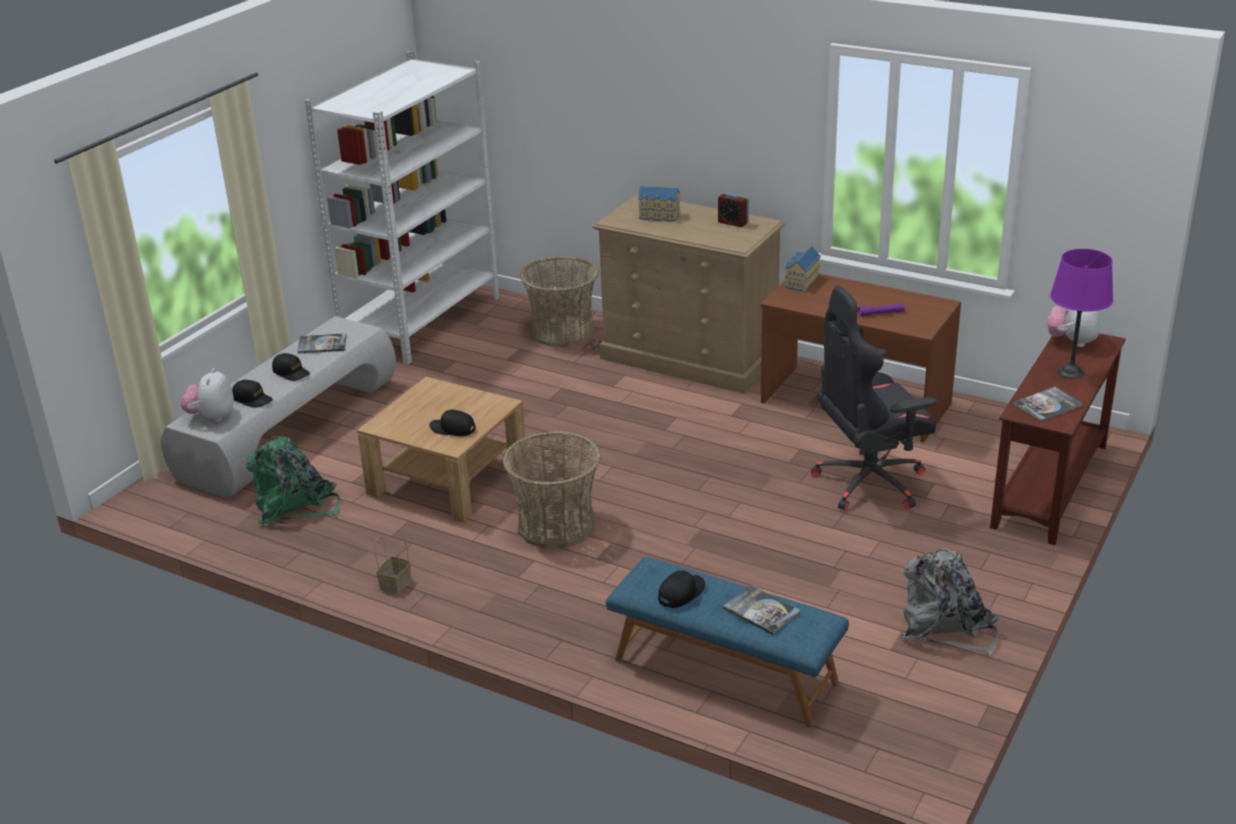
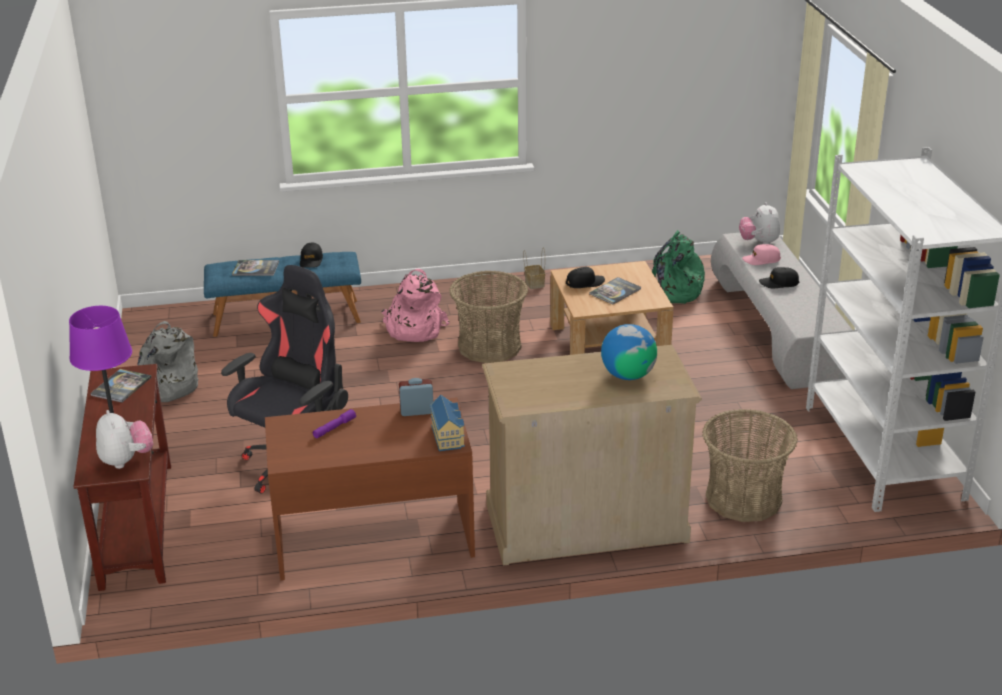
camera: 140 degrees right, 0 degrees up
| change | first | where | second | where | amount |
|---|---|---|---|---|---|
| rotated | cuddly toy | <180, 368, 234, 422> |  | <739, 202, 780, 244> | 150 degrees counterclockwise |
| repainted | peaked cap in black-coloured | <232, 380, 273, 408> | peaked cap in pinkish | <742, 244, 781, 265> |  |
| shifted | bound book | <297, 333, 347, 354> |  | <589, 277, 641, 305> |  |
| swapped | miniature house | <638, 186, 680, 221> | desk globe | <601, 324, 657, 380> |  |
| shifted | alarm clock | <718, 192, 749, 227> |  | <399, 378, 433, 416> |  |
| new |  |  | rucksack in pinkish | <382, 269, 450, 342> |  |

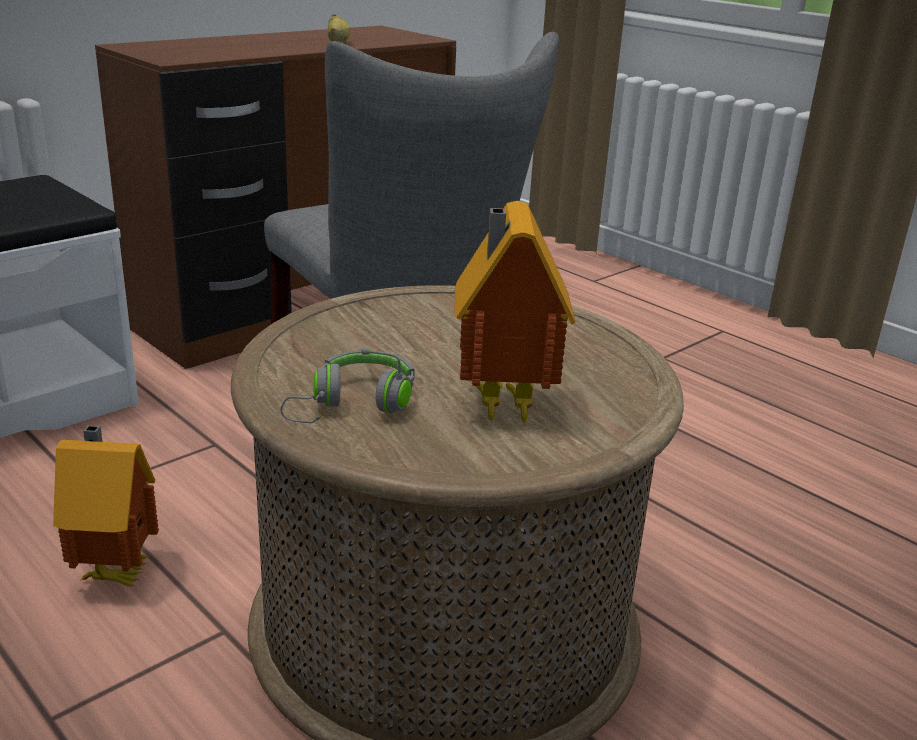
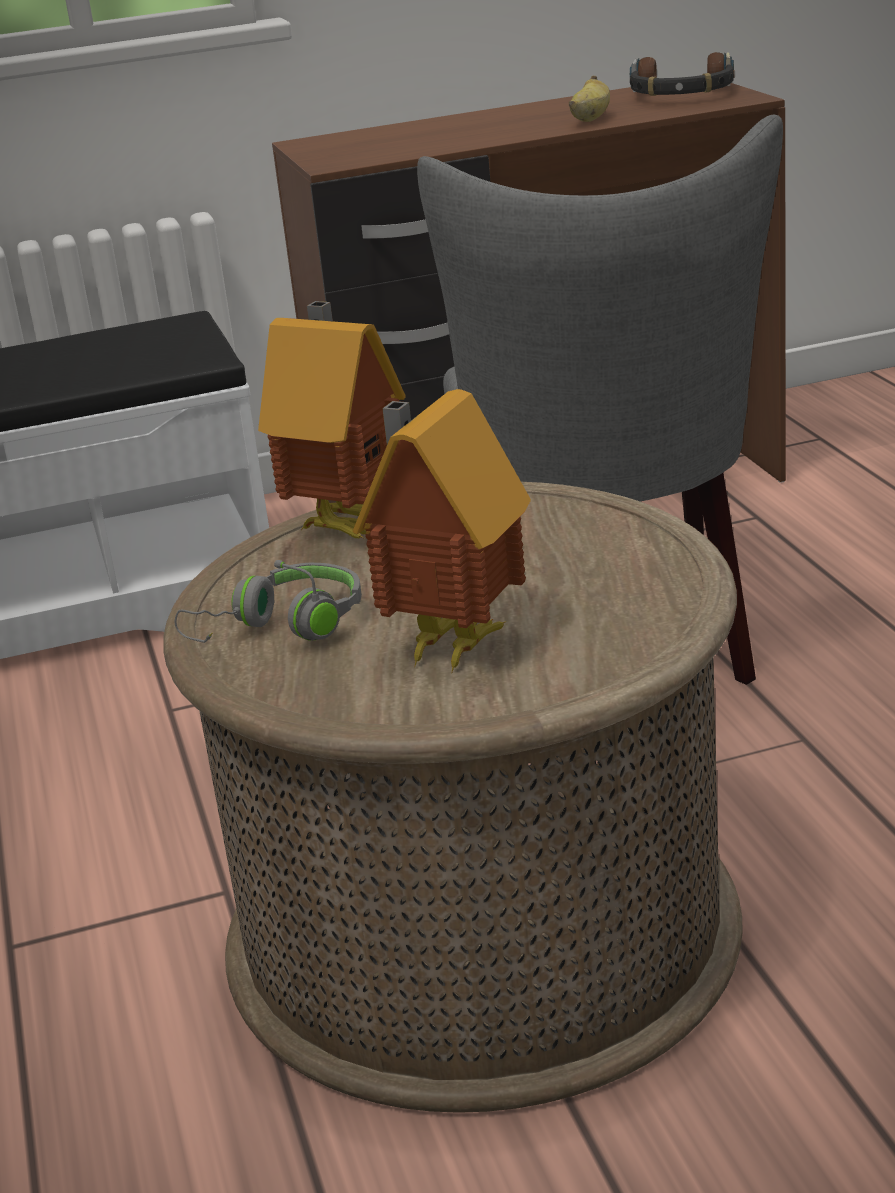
camera: 30 degrees right, 0 degrees up
| change | first | where | second | where | amount |
|---|---|---|---|---|---|
| shifted | miniature house | <53, 425, 159, 586> |  | <258, 301, 406, 539> |  |
| new |  |  | headset | <630, 52, 735, 96> |  |

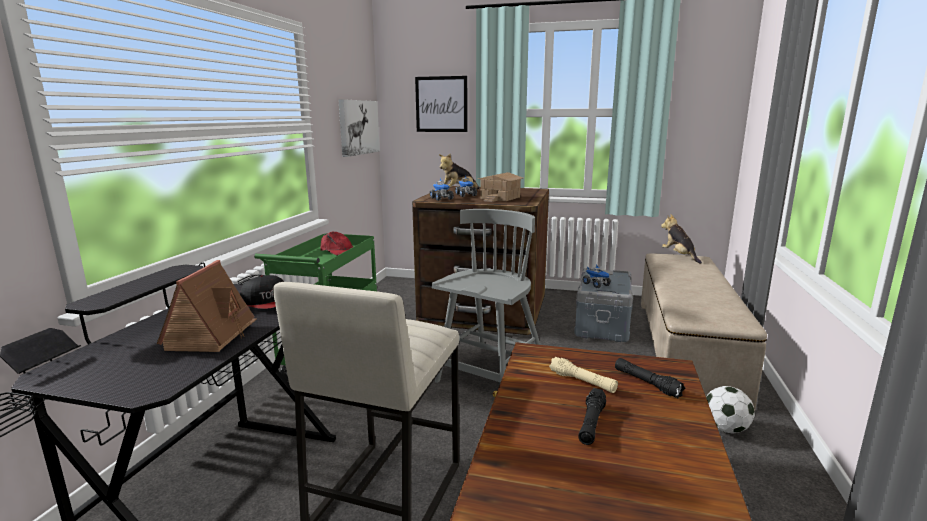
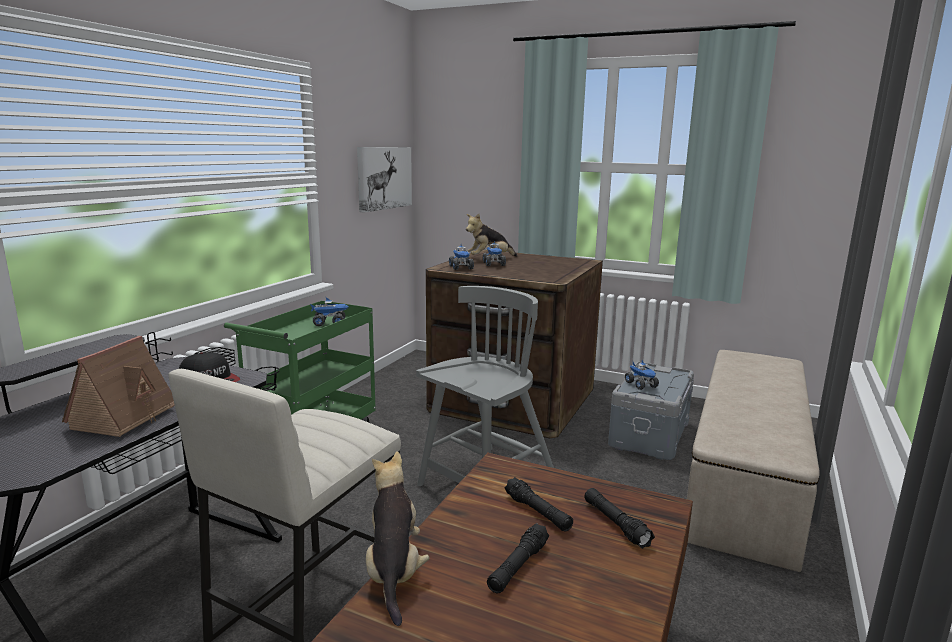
camera: 10 degrees right, 0 degrees up
| change | first | where | second | where | amount |
|---|---|---|---|---|---|
| swapped | peaked cap in reddish | <321, 231, 353, 256> | toy truck | <310, 297, 349, 326> |  |
| gone | wall art | <415, 76, 467, 132> |  |  |  |
| gone | miniature house | <478, 172, 523, 202> |  |  |  |
| repainted | torch in sand-coloured | <549, 357, 618, 393> | torch in black-coloured | <505, 477, 573, 532> |  |
| shifted | cuddly toy | <661, 214, 702, 264> |  | <366, 451, 430, 626> |  |
| gone | ball for football | <706, 386, 755, 434> |  |  |  |

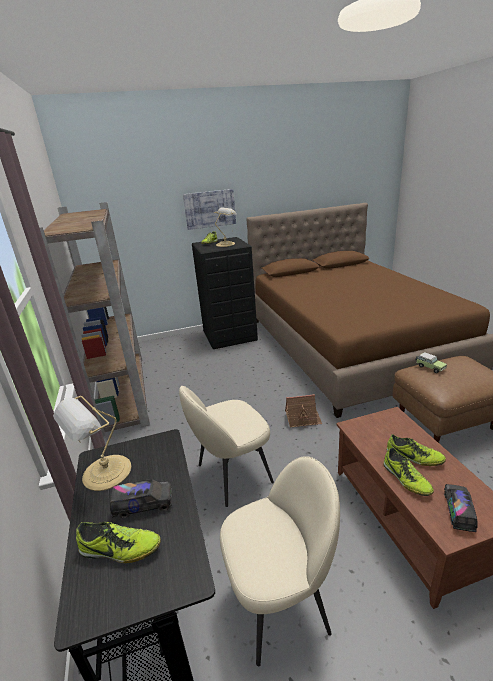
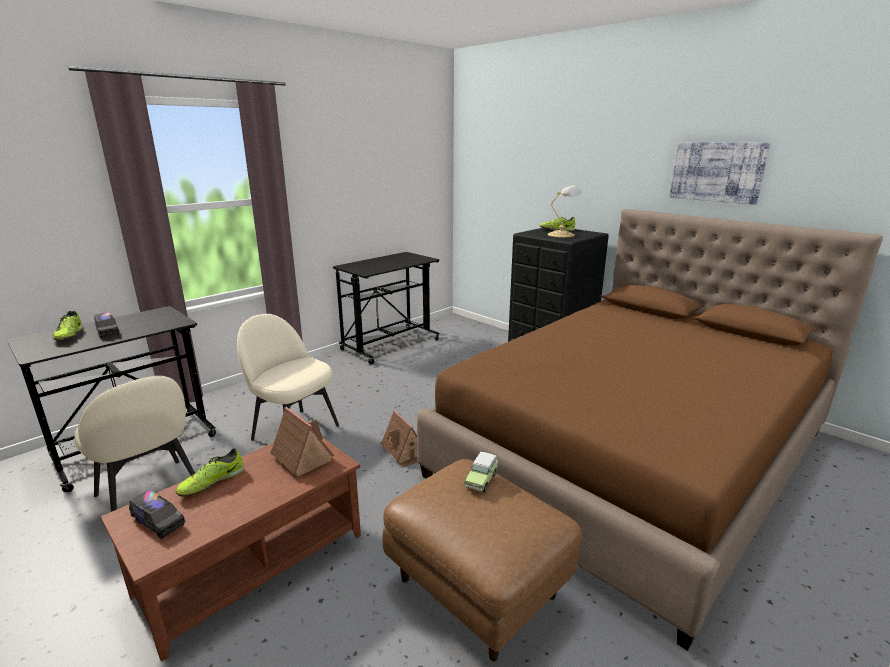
camera: 60 degrees right, 5 degrees down
| change | first | where | second | where | amount |
|---|---|---|---|---|---|
| swapped | shelving unit in brown | <40, 202, 150, 436> | desk table in black-coloured | <333, 252, 439, 364> |  |
| gone | lamp for a table | <53, 396, 131, 491> |  |  |  |
| shifted | wall art | <183, 189, 236, 230> |  | <669, 142, 770, 205> |  |
| gone | low shoe | <387, 434, 446, 466> |  |  |  |
| rotated | toy truck | <444, 484, 478, 532> |  | <129, 490, 185, 539> | 45 degrees clockwise |
| new |  |  | miniature house | <270, 407, 334, 477> |  |

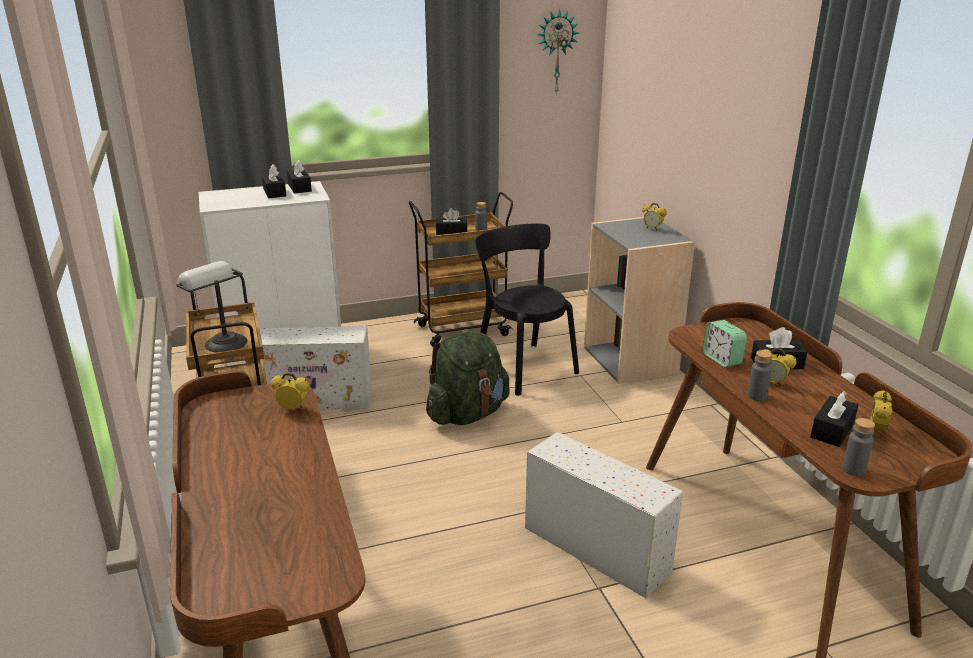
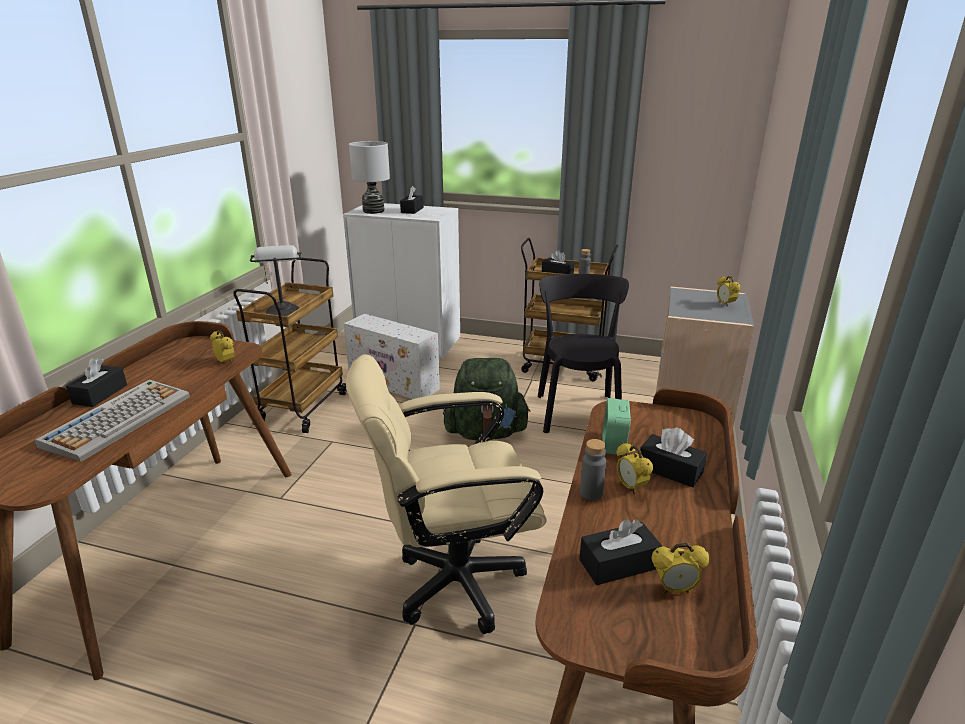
camera: 35 degrees right, 0 degrees up
| change | first | where | second | where | amount |
|---|---|---|---|---|---|
| shifted | tissue box in black-coloured | <287, 160, 312, 193> |  | <66, 358, 127, 407> |  |
| swapped | storage container in white | <525, 432, 683, 599> | computer chair in sand-coloured | <346, 354, 547, 634> |  |
| gone | wall clock | <537, 9, 579, 94> |  |  |  |
| gone | beverage bottle in greyish | <842, 418, 875, 476> |  |  |  |
| rotated | alarm clock | <870, 390, 893, 431> |  | <651, 543, 710, 594> | 150 degrees counterclockwise |
| new |  |  | computer keyboard | <34, 379, 190, 462> |  |
| new |  |  | lamp for a table in greyish | <349, 141, 390, 214> |  |

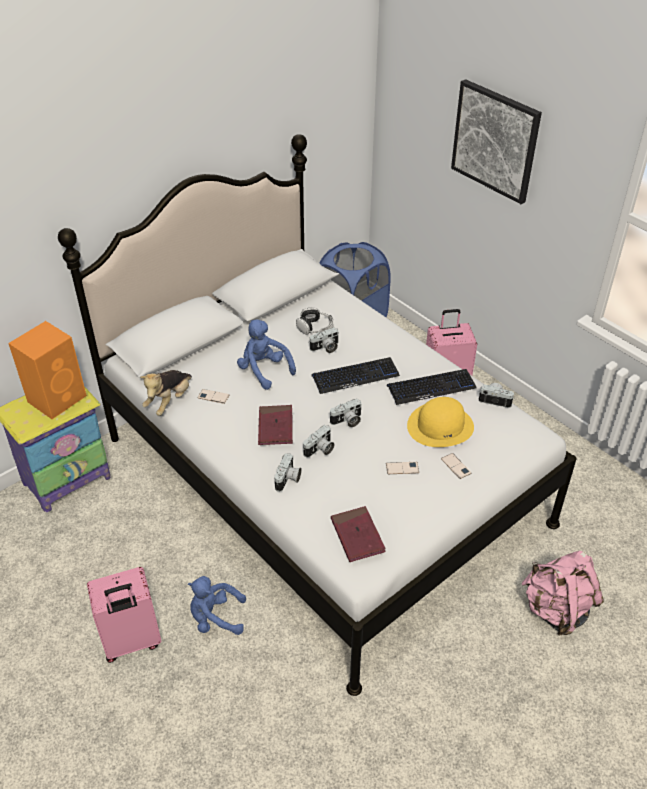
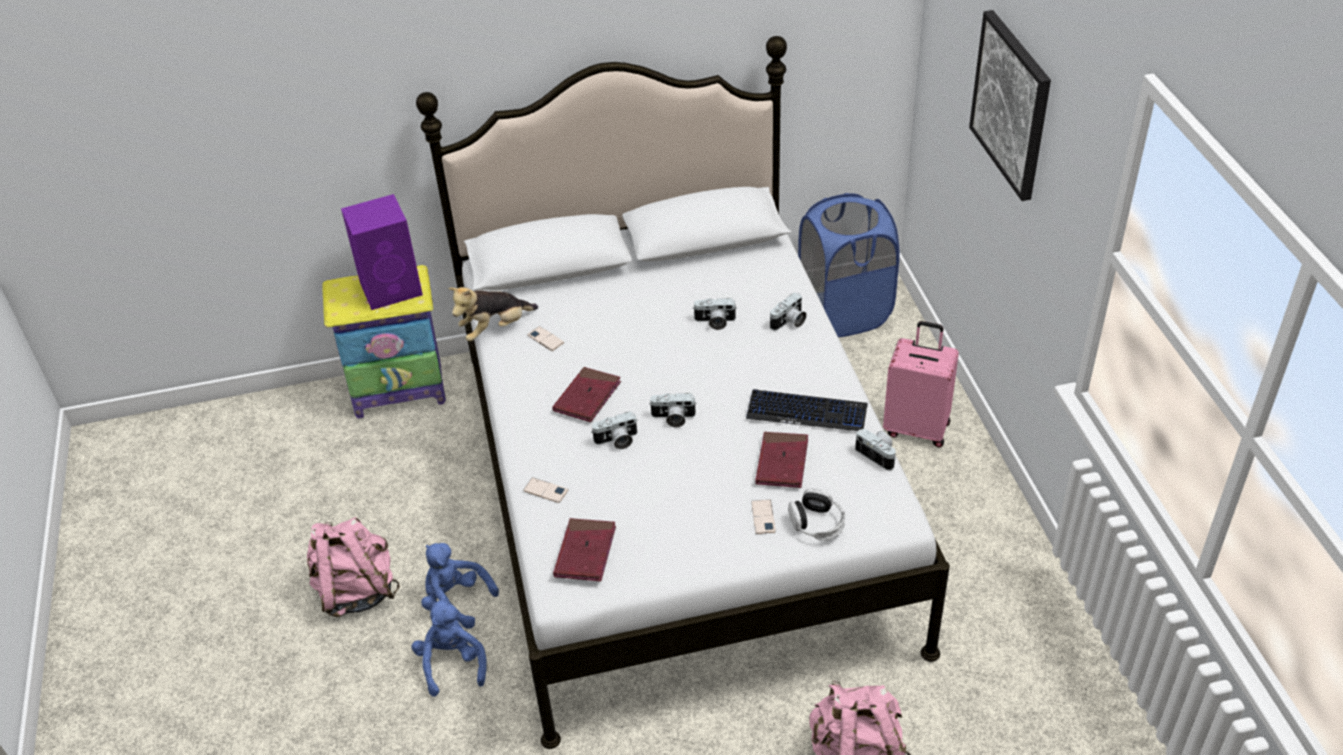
camera: 30 degrees right, 0 degrees up
| change | first | where | second | where | amount |
|---|---|---|---|---|---|
| repainted | loudspeaker in orange | <8, 321, 87, 419> | loudspeaker in purple | <341, 194, 423, 310> |  |
| swapped | travel case in pinkish | <87, 567, 161, 663> | rucksack in pinkish | <307, 517, 400, 617> |  |
| shifted | cuddly toy in bluish | <237, 320, 296, 390> |  | <412, 598, 487, 697> |  |
| shifted | photo camera | <274, 453, 302, 492> |  | <770, 292, 807, 330> |  |
| shifted | headset | <296, 307, 333, 335> |  | <788, 489, 845, 541> |  |
| gone | computer keyboard | <311, 357, 400, 394> |  |  |  |
| shifted | phone | <386, 462, 419, 474> |  | <523, 477, 568, 503> |  |
| swapped | clothing hat in yellow-coloured | <407, 397, 474, 447> | bound book in reddish | <755, 432, 808, 488> |  |

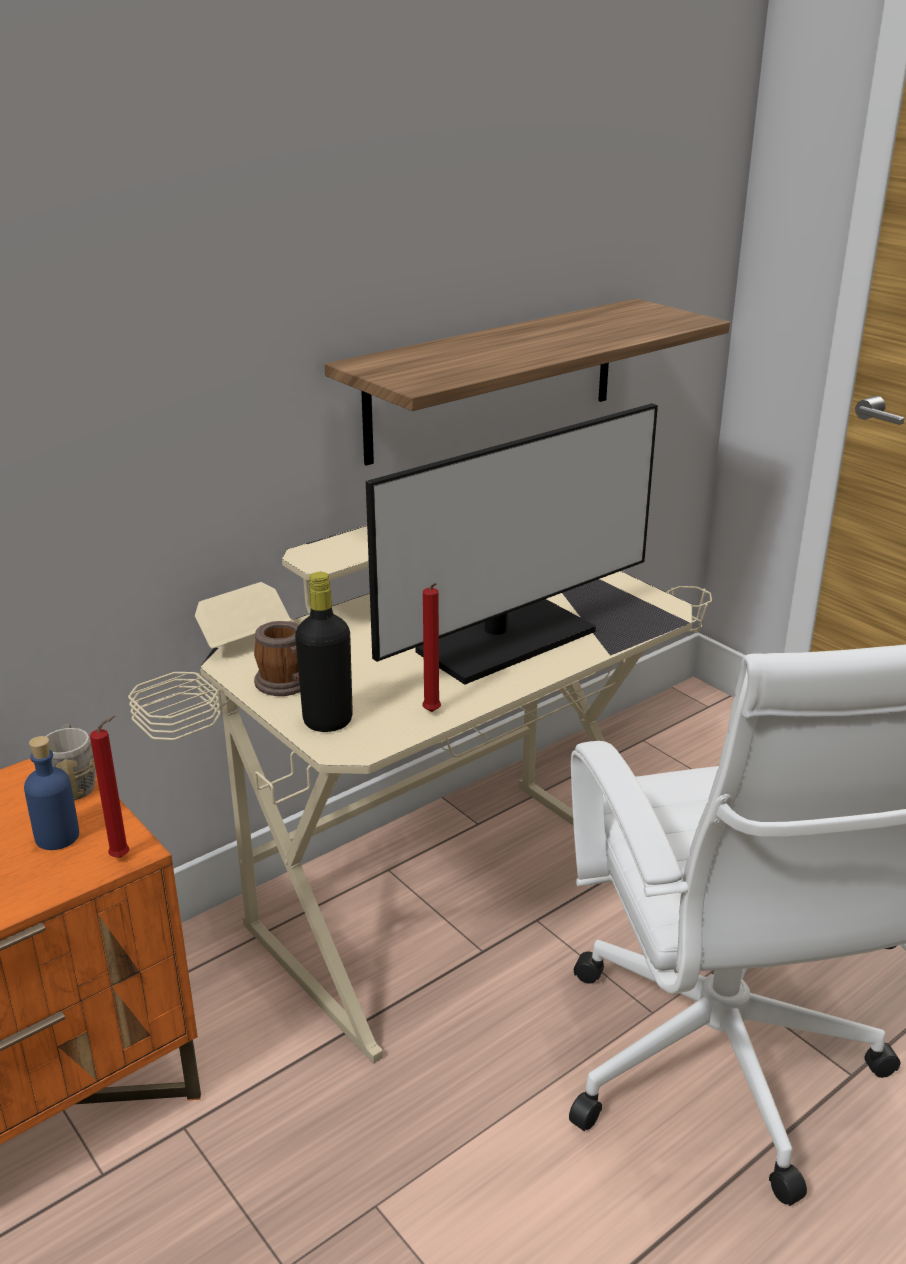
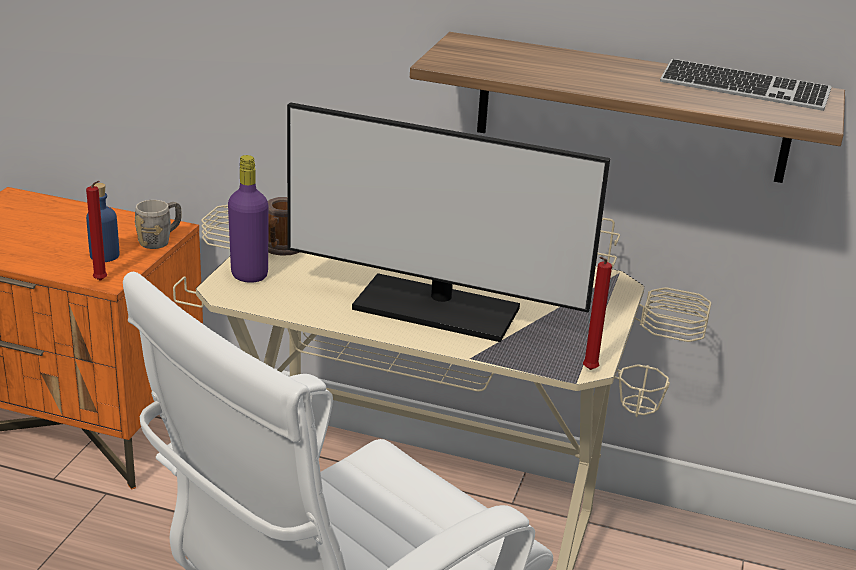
camera: 55 degrees right, 0 degrees up
| change | first | where | second | where | amount |
|---|---|---|---|---|---|
| repainted | beverage bottle in black-coloured | <295, 572, 353, 732> | beverage bottle in purple | <228, 155, 269, 283> |  |
| shifted | wax light in reddish | <423, 583, 441, 712> |  | <583, 257, 612, 370> |  |
| new |  |  | computer keyboard | <660, 59, 832, 111> |  |

